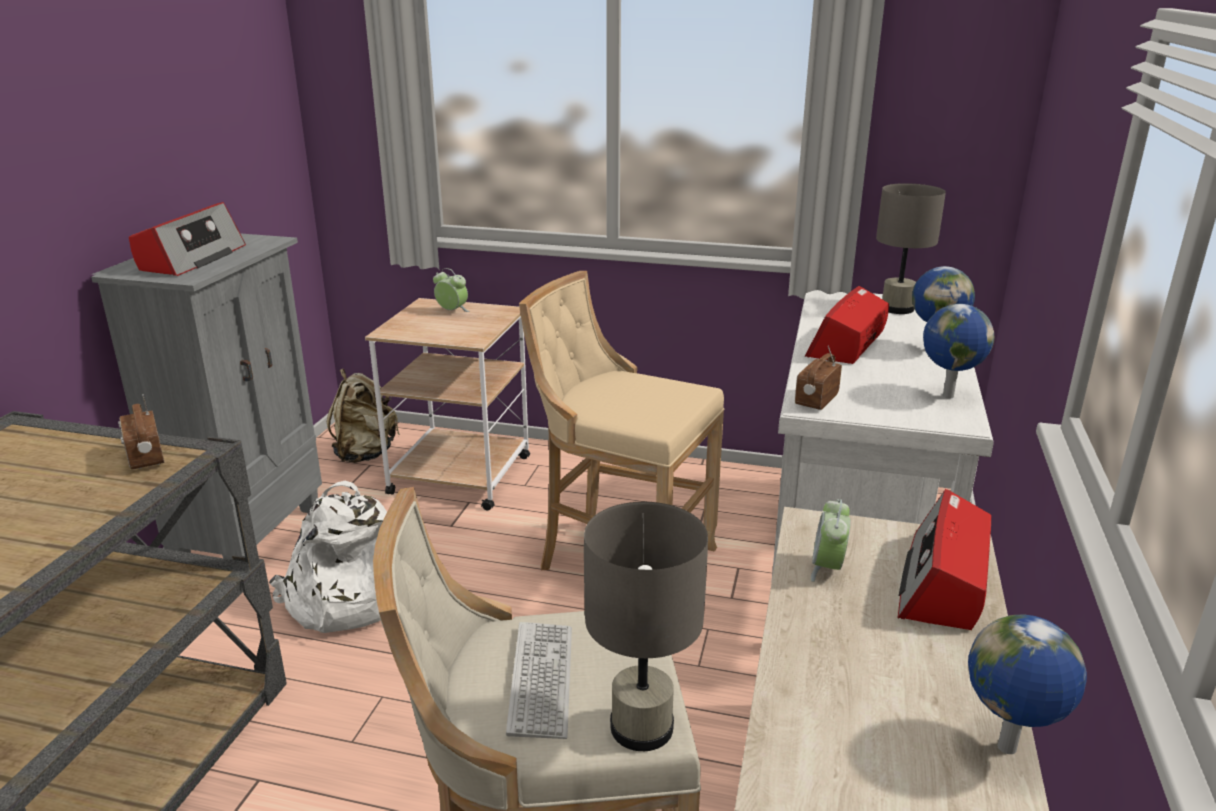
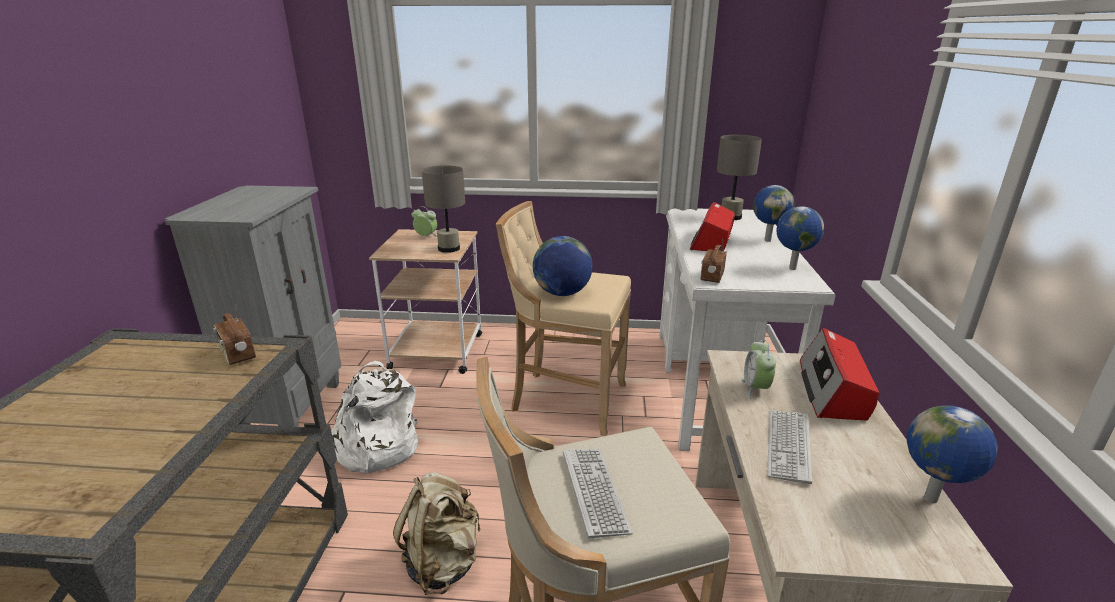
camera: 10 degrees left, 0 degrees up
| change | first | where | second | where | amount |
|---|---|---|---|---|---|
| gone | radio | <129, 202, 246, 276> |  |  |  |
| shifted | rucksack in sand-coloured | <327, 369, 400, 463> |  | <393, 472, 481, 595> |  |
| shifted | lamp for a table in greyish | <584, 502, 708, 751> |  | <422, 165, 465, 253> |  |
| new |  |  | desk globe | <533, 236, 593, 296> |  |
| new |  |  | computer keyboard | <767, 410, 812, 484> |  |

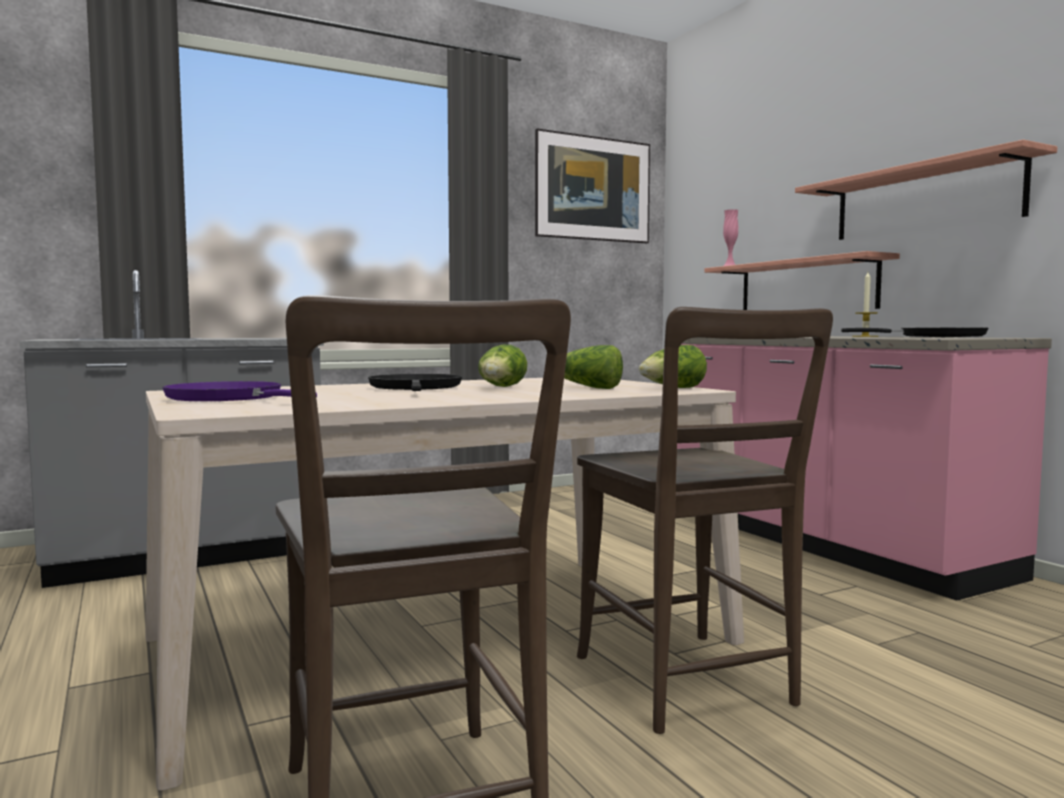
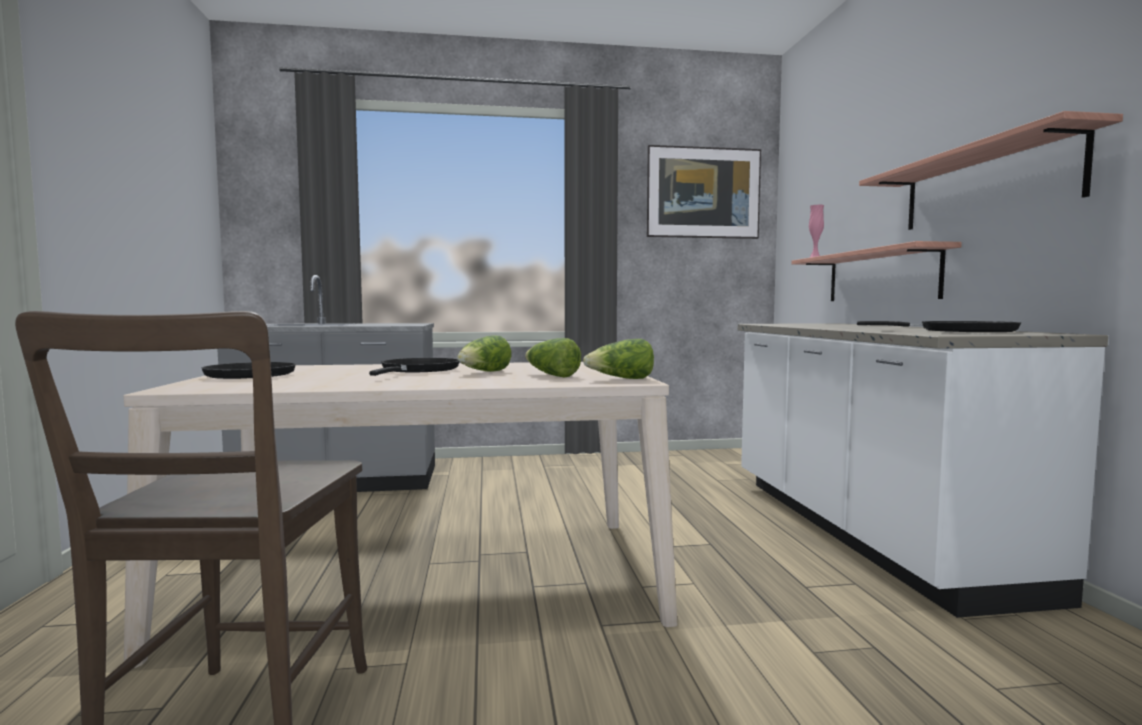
camera: 20 degrees right, 0 degrees up
| change | first | where | second | where | amount |
|---|---|---|---|---|---|
| repainted | skillet in purple | <162, 381, 317, 401> | skillet in black-coloured | <202, 362, 296, 379> |  |
| gone | upright chair in brown | <577, 307, 833, 734> |  |  |  |
| repainted | kitchen counter in pinkish | <677, 336, 1052, 601> | kitchen counter in white | <738, 323, 1108, 618> |  |
| gone | wax light | <852, 272, 879, 337> |  |  |  |

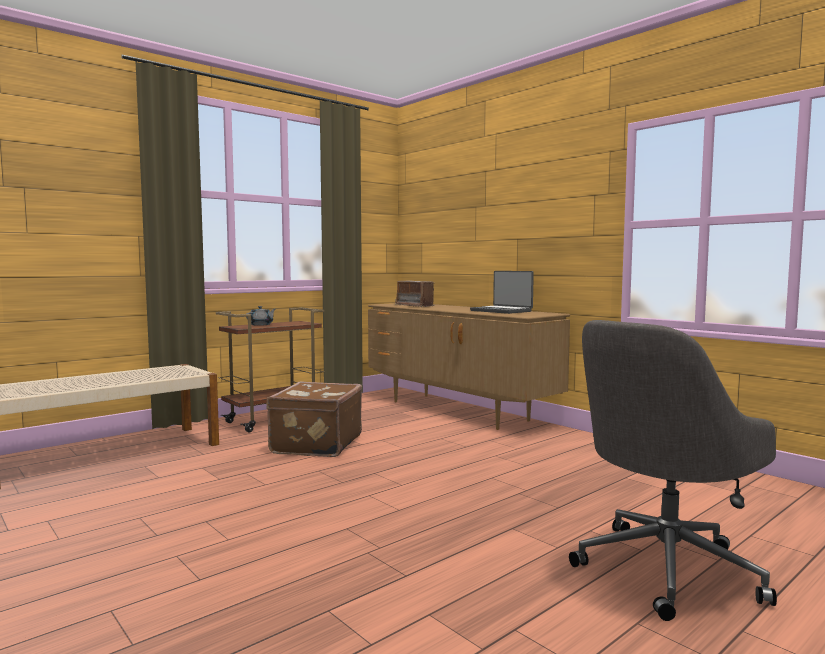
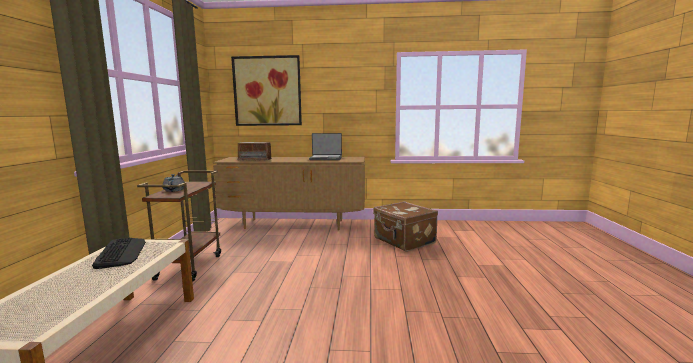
camera: 45 degrees left, 5 degrees up
| change | first | where | second | where | amount |
|---|---|---|---|---|---|
| shifted | travel case in brown | <266, 381, 362, 457> |  | <373, 201, 438, 252> |  |
| gone | computer chair in greyish | <569, 320, 777, 621> |  |  |  |
| new |  |  | computer keyboard | <92, 238, 146, 269> |  |
| new |  |  | wall art | <231, 55, 302, 126> |  |

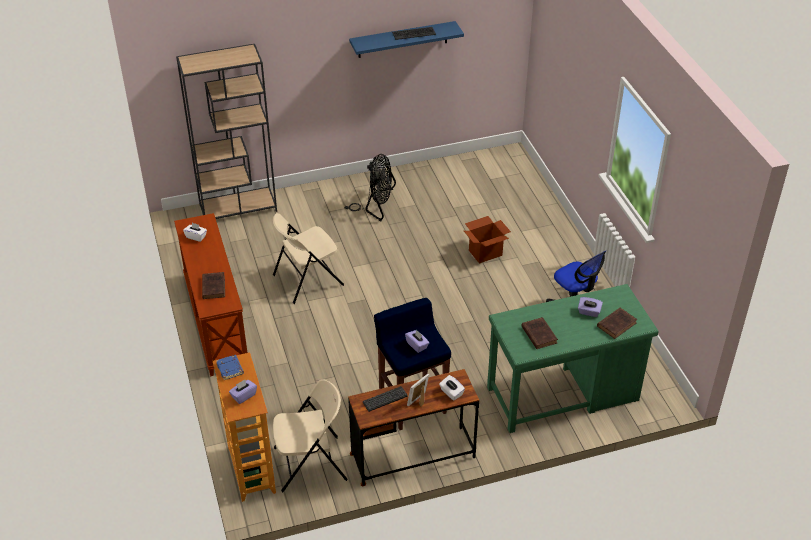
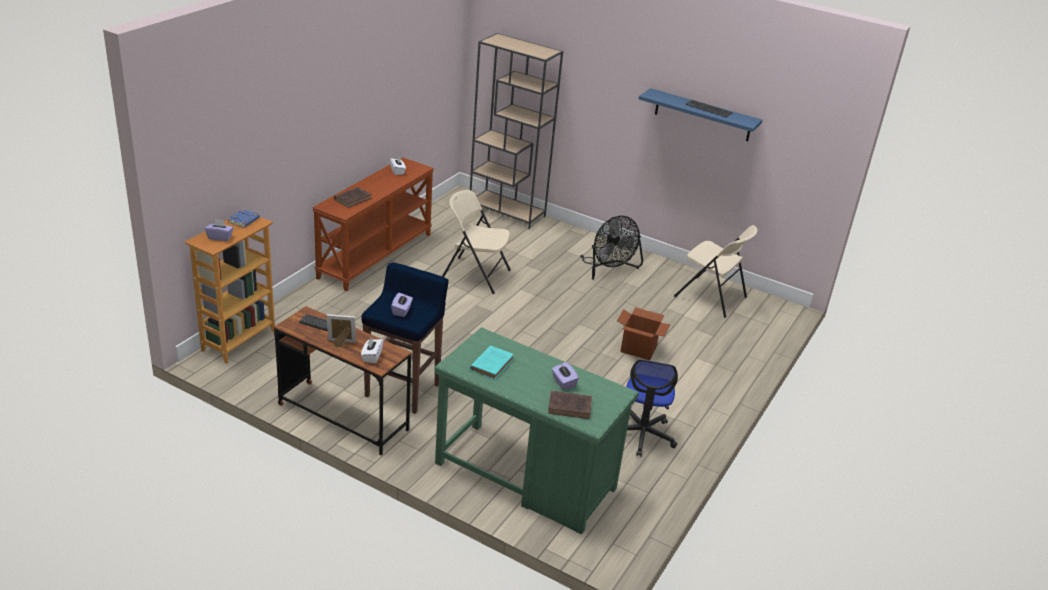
camera: 45 degrees right, 10 degrees down
| change | first | where | second | where | amount |
|---|---|---|---|---|---|
| shifted | upright chair in sand-coloured | <273, 379, 347, 492> |  | <674, 225, 757, 318> |  |
| repainted | bound book in brown | <521, 317, 558, 349> | bound book in turquoise-coloured | <470, 345, 514, 380> |  |

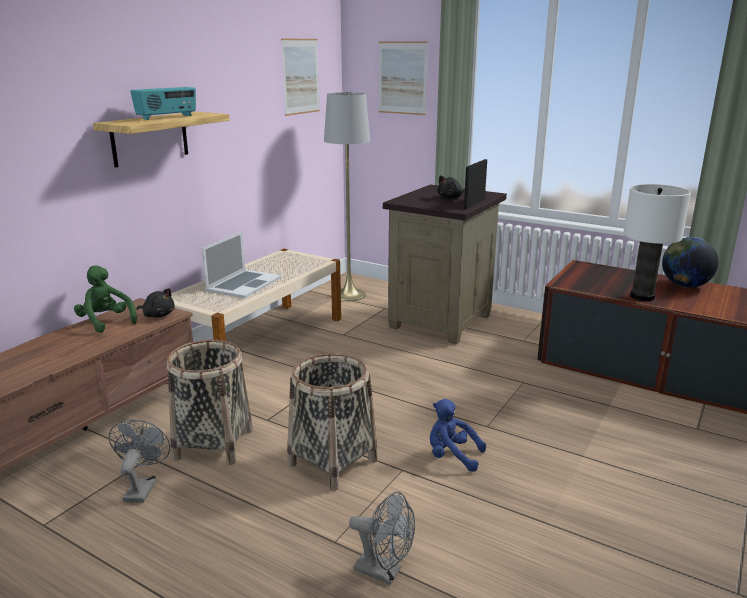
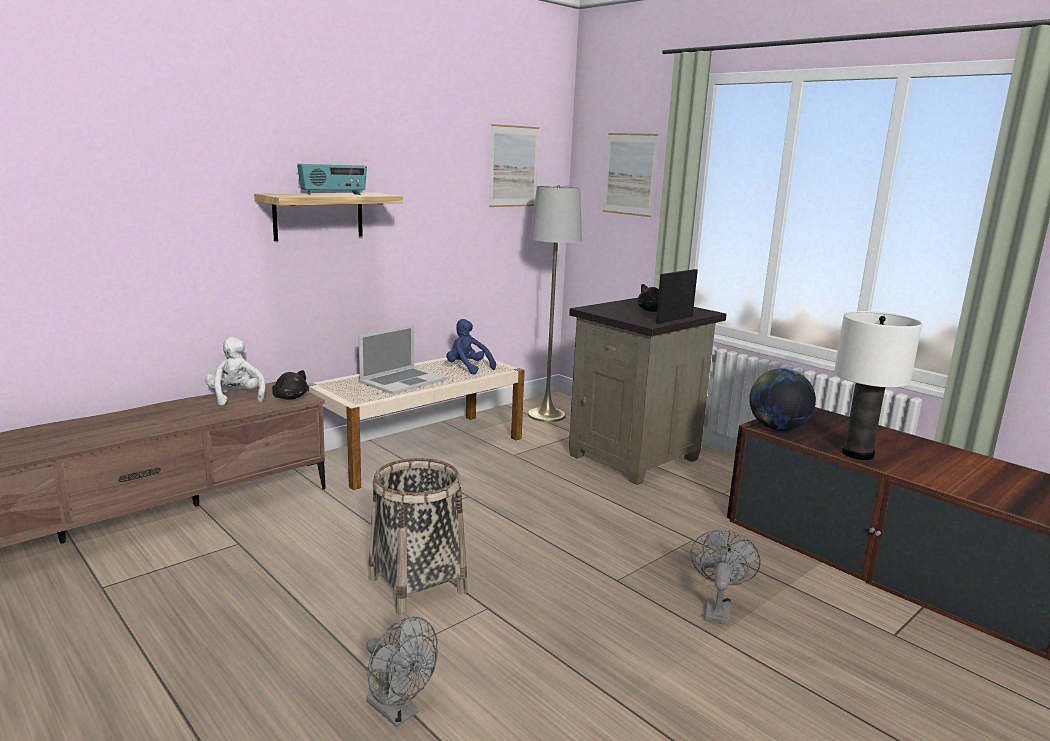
camera: 15 degrees right, 5 degrees down
| change | first | where | second | where | amount |
|---|---|---|---|---|---|
| repainted | cuddly toy in greenish | <74, 265, 137, 333> | cuddly toy in white | <205, 337, 265, 406> |  |
| shifted | fan in greyish | <109, 419, 170, 503> |  | <691, 530, 761, 625> |  |
| gone | household basket | <167, 340, 253, 465> |  |  |  |
| shifted | cuddly toy in bluish | <430, 399, 486, 472> |  | <447, 319, 496, 375> |  |
| shifted | desk globe | <662, 237, 719, 288> |  | <749, 368, 816, 431> |  |

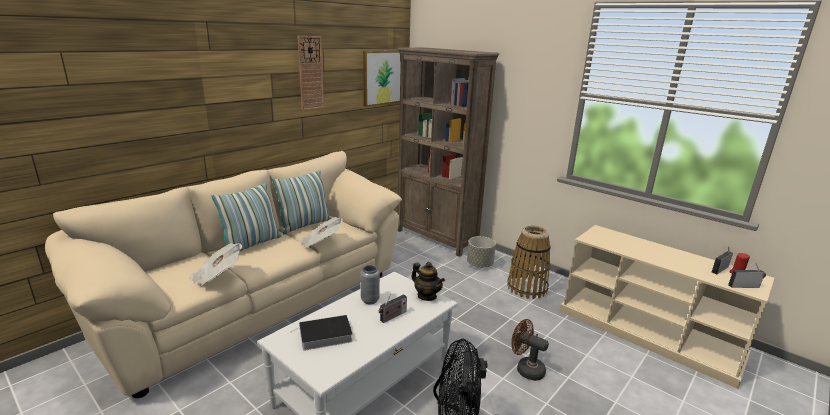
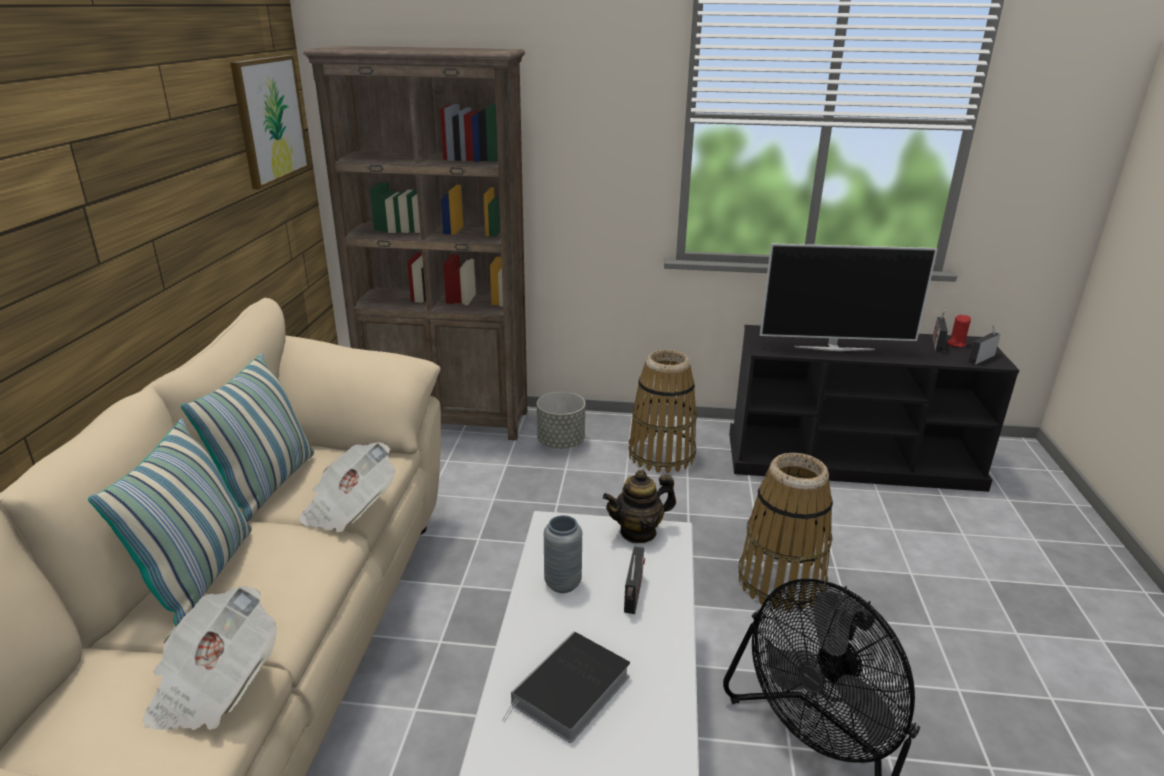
camera: 35 degrees left, 5 degrees up
| change | first | where | second | where | amount |
|---|---|---|---|---|---|
| gone | wall clock | <297, 36, 324, 111> |  |  |  |
| rotated | teapot | <412, 262, 445, 301> |  | <603, 470, 676, 543> | 150 degrees clockwise |
| swapped | fan in brown | <512, 319, 549, 381> | household basket | <739, 453, 833, 612> |  |
| repainted | media console in sand-coloured | <560, 225, 774, 389> | media console in black-coloured | <729, 325, 1019, 492> |  |
| new |  |  | TV | <760, 243, 938, 351> |  |

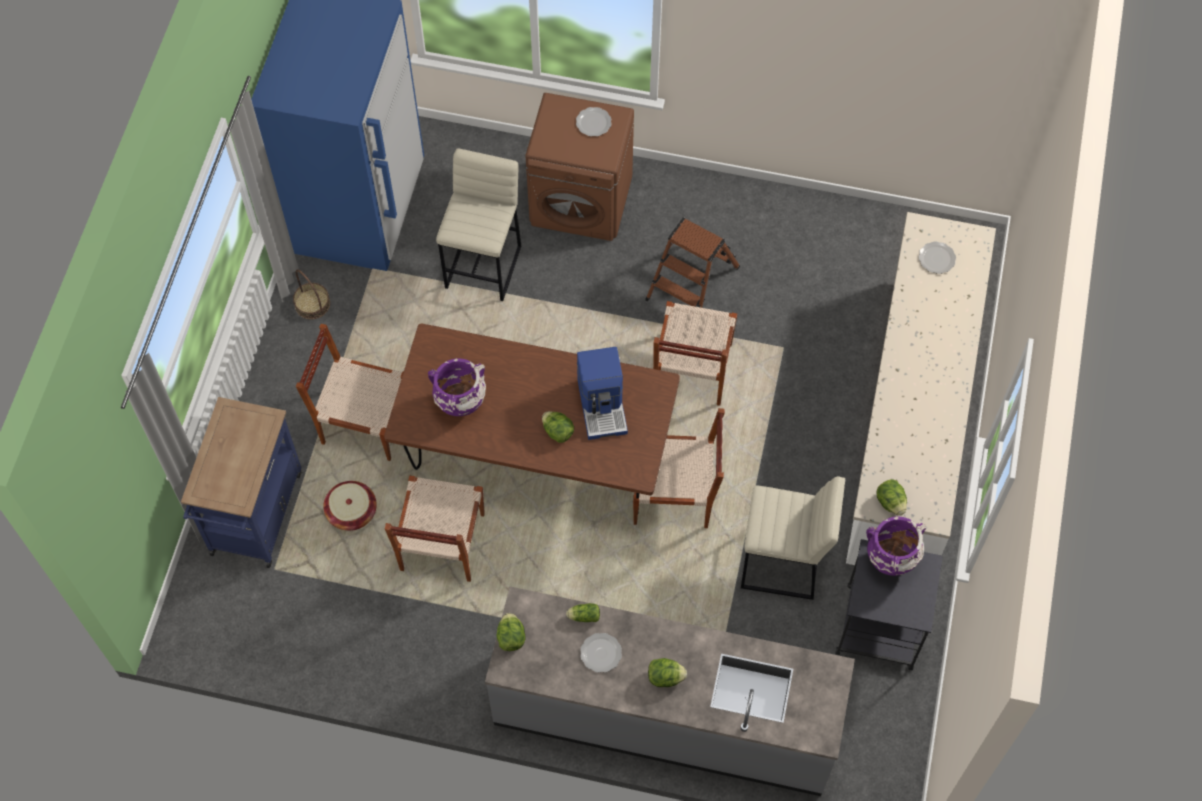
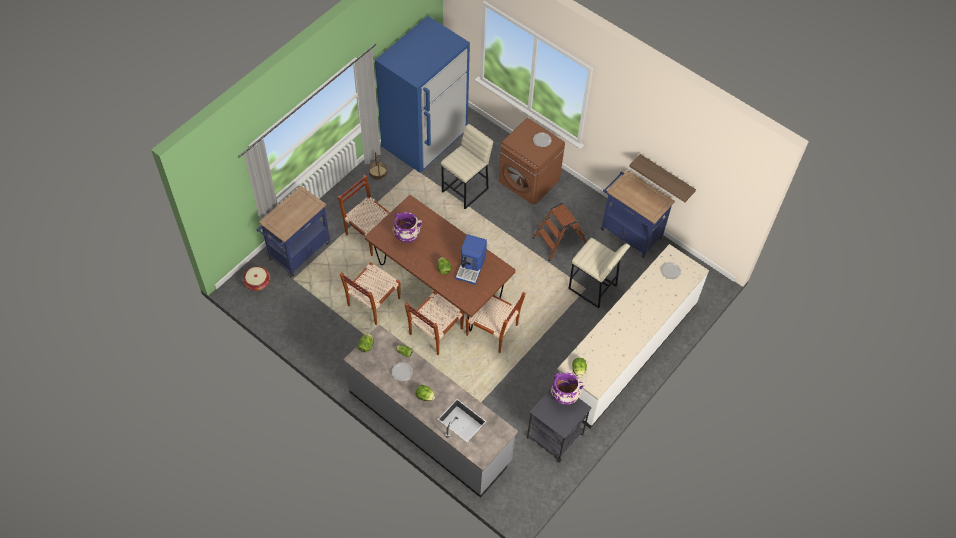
camera: 25 degrees right, 5 degrees down
| change | first | where | second | where | amount |
|---|---|---|---|---|---|
| shifted | household basket | <323, 481, 377, 531> |  | <243, 266, 270, 291> |  |
| shifted | upright chair | <653, 301, 737, 406> |  | <404, 291, 464, 355> |  |
| shifted | stool in sand-coloured | <741, 476, 845, 600> |  | <568, 238, 630, 308> |  |
| new |  |  | trolley in bluish | <600, 170, 675, 258> |  |
| new |  |  | shelf | <629, 154, 696, 202> |  |

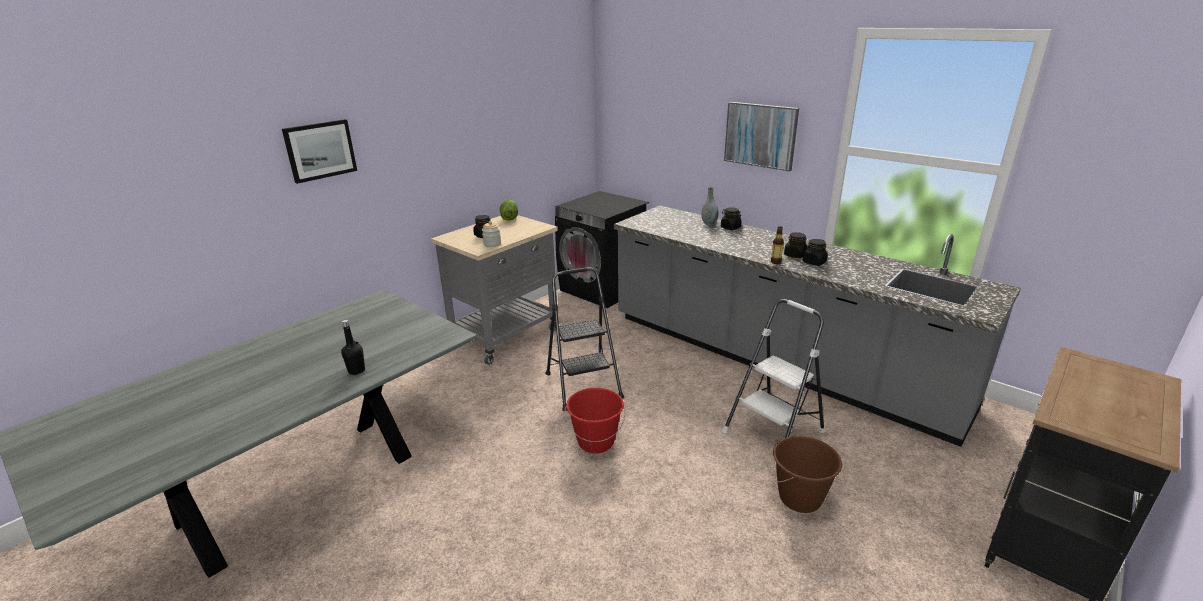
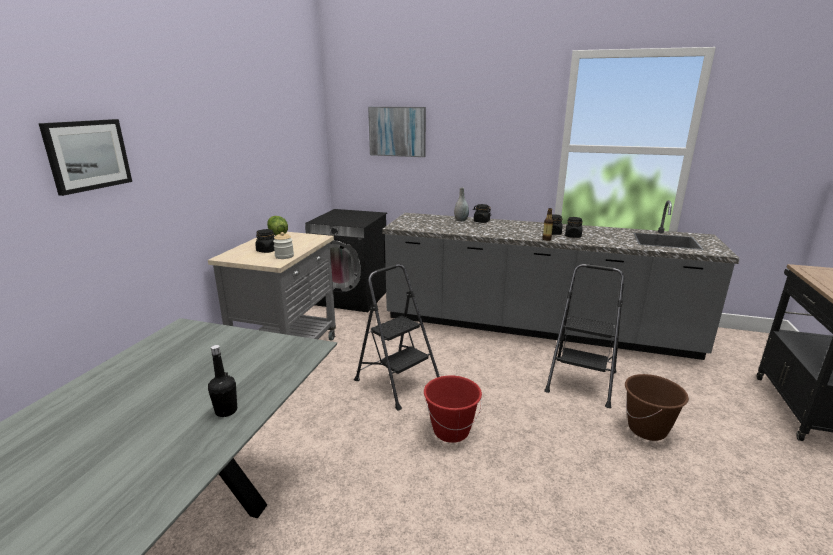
camera: 25 degrees left, 5 degrees down
| change | first | where | second | where | amount |
|---|---|---|---|---|---|
| repainted | step stool in white | <722, 299, 826, 465> | step stool in black-coloured | <544, 264, 624, 408> |  |
| shifted | wall art | <724, 102, 799, 171> |  | <368, 107, 426, 157> |  |

